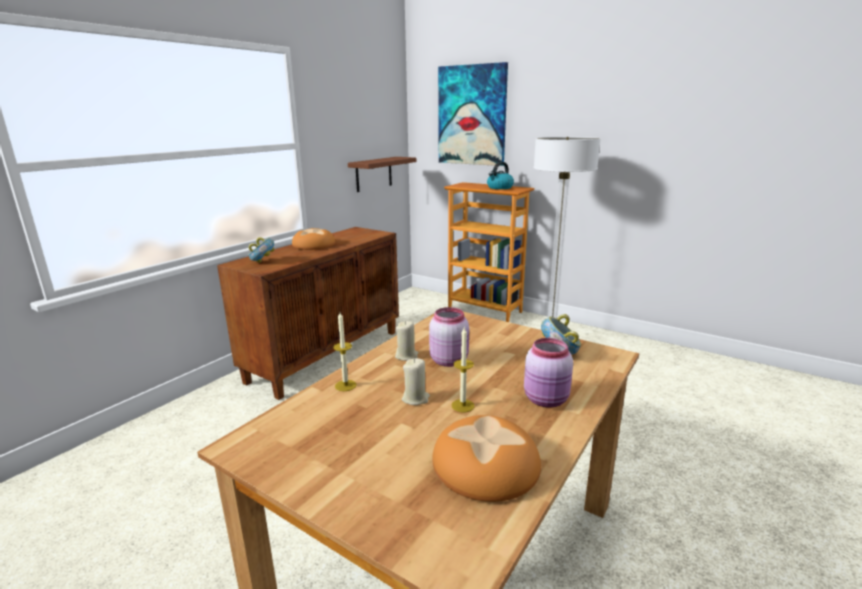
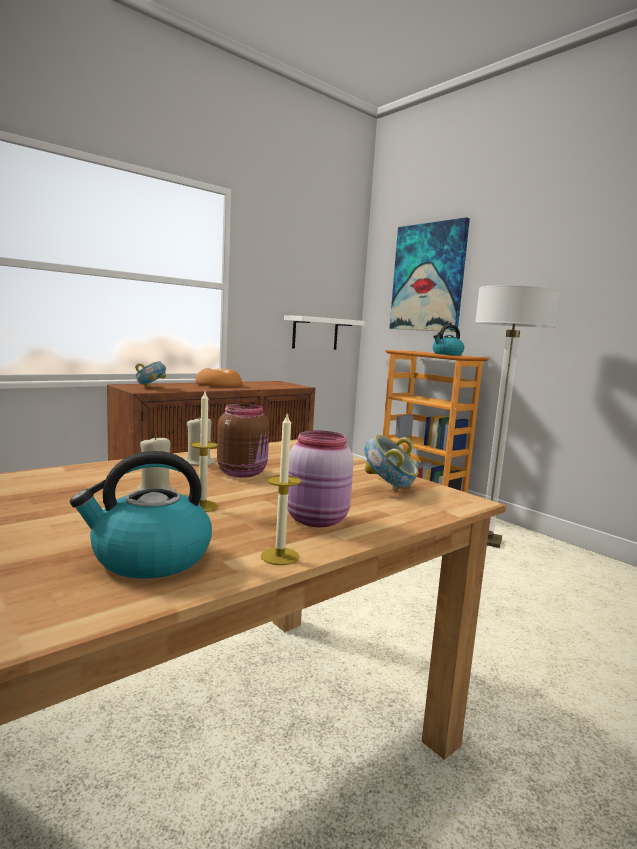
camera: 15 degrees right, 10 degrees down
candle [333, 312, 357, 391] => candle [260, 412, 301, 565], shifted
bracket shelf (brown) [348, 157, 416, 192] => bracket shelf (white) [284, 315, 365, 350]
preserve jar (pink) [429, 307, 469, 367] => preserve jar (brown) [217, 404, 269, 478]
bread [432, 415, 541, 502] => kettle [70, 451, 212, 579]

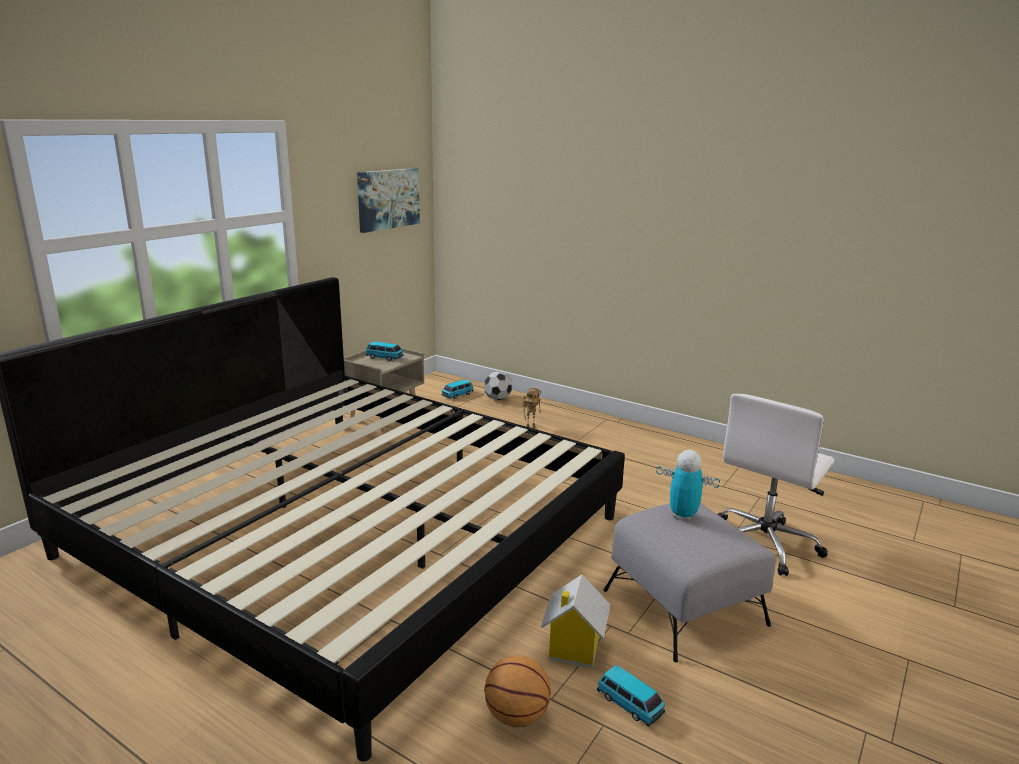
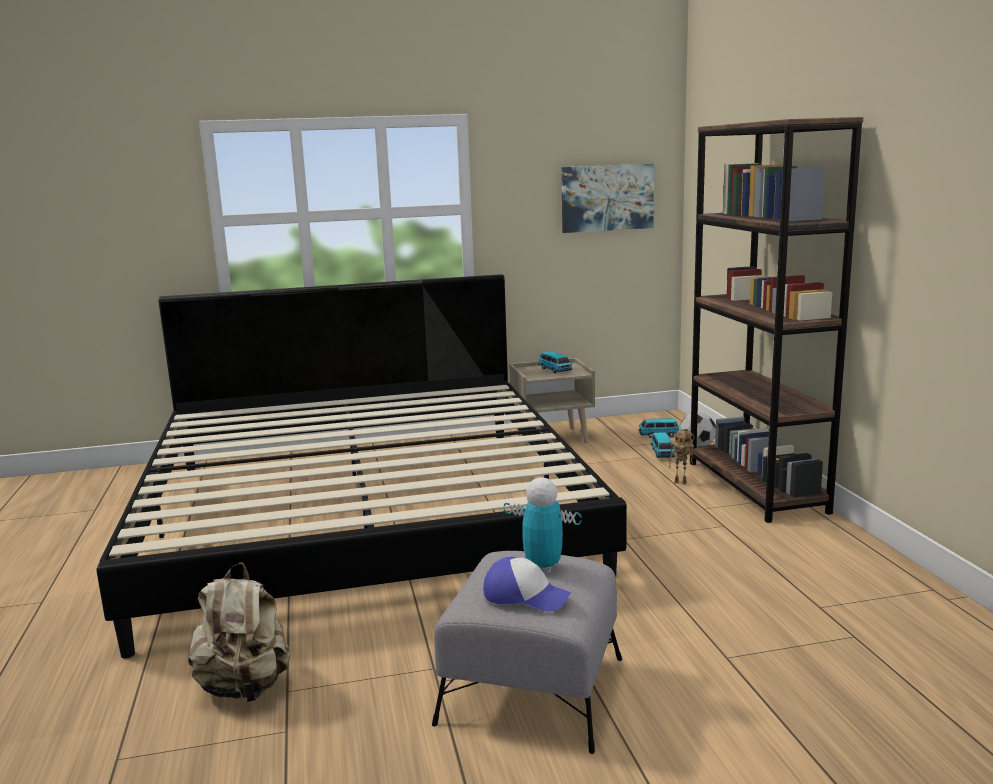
camera: 45 degrees right, 5 degrees down
ball for basketball [484, 655, 551, 727] => backpack (sand-coloured) [188, 562, 290, 702]
toy house [541, 574, 610, 668] => nothing
toy car [597, 665, 665, 727] => toy car [651, 433, 675, 458], shifted
model robot [656, 450, 720, 521] => model robot [504, 477, 582, 573], 45 degrees counterclockwise
desk chair (white) [717, 394, 835, 576] => nothing
nothing => baseball cap [483, 557, 571, 612]
nothing => bookshelf (brown) [690, 117, 863, 523]

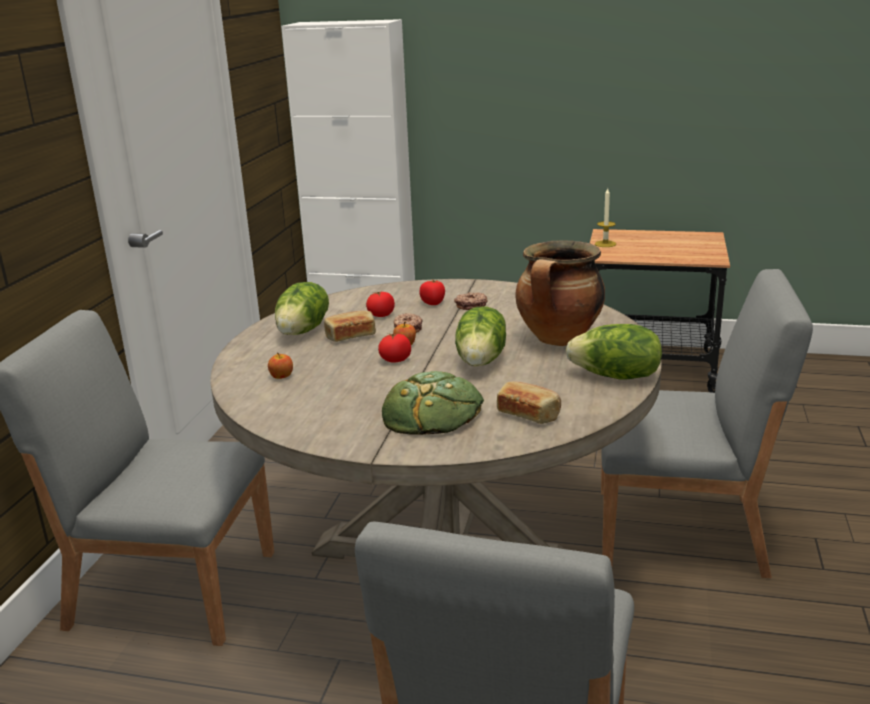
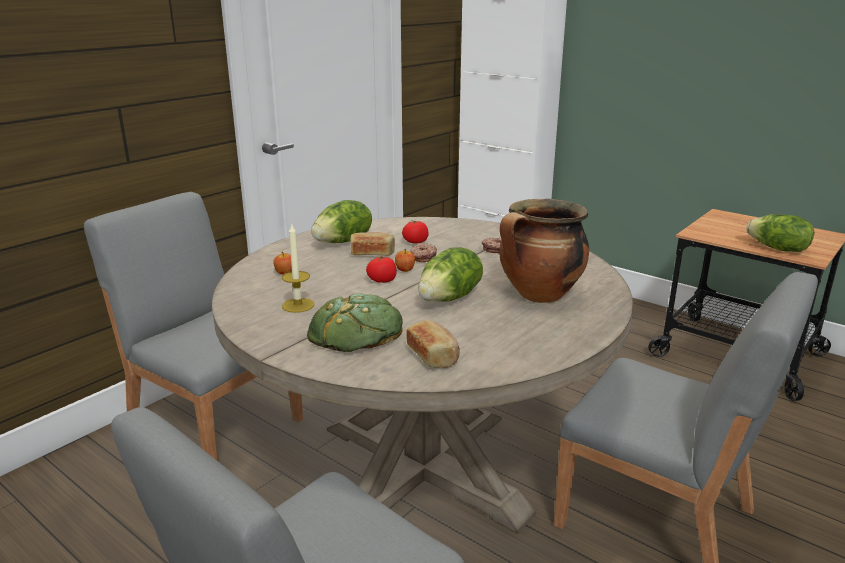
camera: 25 degrees right, 0 degrees up
fresh tomato [420, 279, 445, 305] => nothing
head of lettuce [566, 324, 662, 379] => head of lettuce [746, 214, 814, 252], shifted
candle [595, 188, 616, 247] => candle [282, 224, 314, 313], shifted

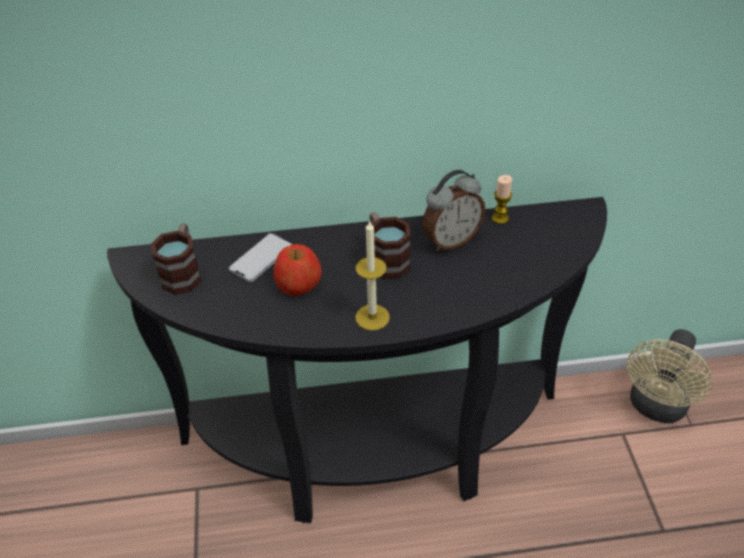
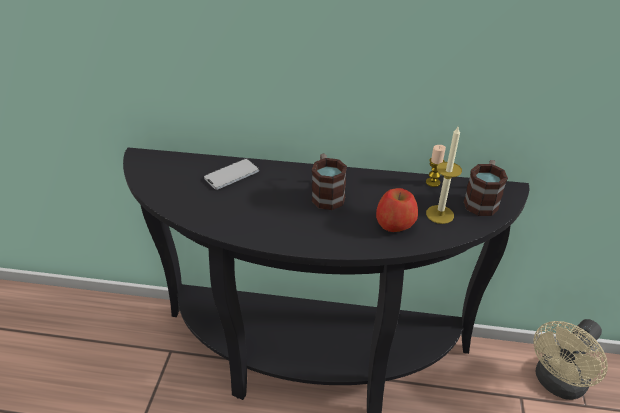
camera: 15 degrees right, 5 degrees down
coffee mug [151, 223, 202, 295] => coffee mug [464, 160, 508, 216], shifted
apple [274, 244, 322, 296] => apple [376, 188, 418, 232], shifted
candle [355, 220, 390, 331] => candle [426, 127, 462, 224], shifted
bedside clock [422, 170, 486, 252] => nothing

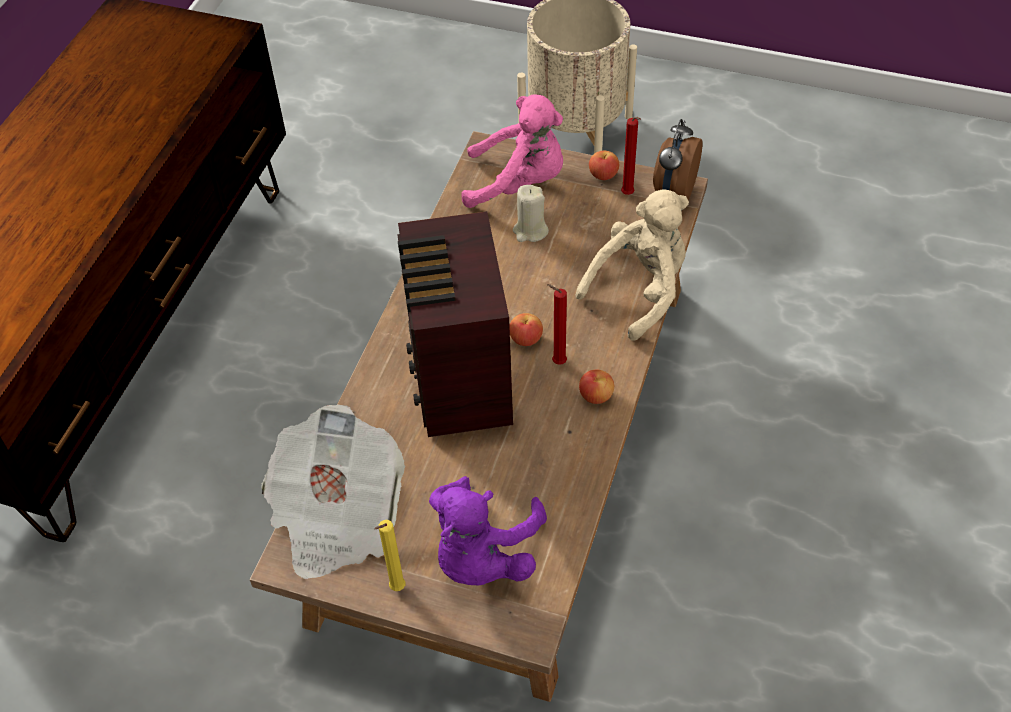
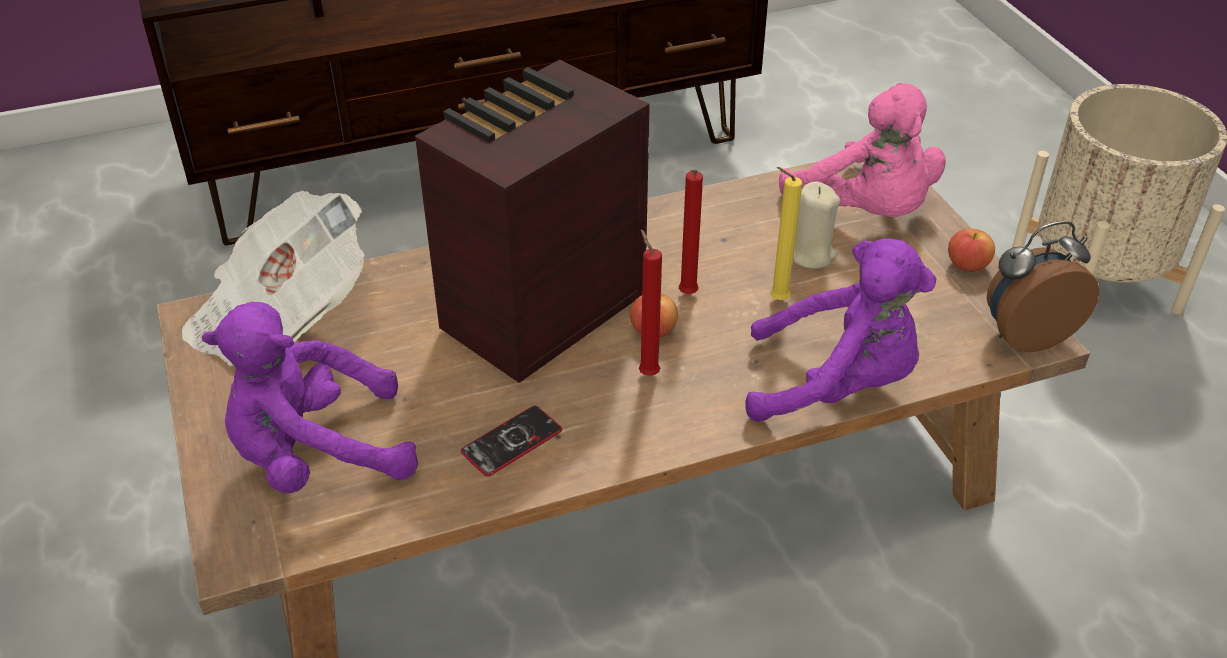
camera: 50 degrees right, 10 degrees down
candle (yellow-coloured) [374, 520, 405, 591] => candle (yellow-coloured) [770, 167, 802, 300], shifted
soft toy (sand-coloured) [575, 189, 689, 341] => soft toy (purple) [745, 238, 936, 422]
apple [579, 369, 614, 404] => nothing
candle (reddish) [621, 117, 641, 195] => candle (reddish) [679, 170, 703, 294], shifted
nothing => handset [461, 406, 562, 476]

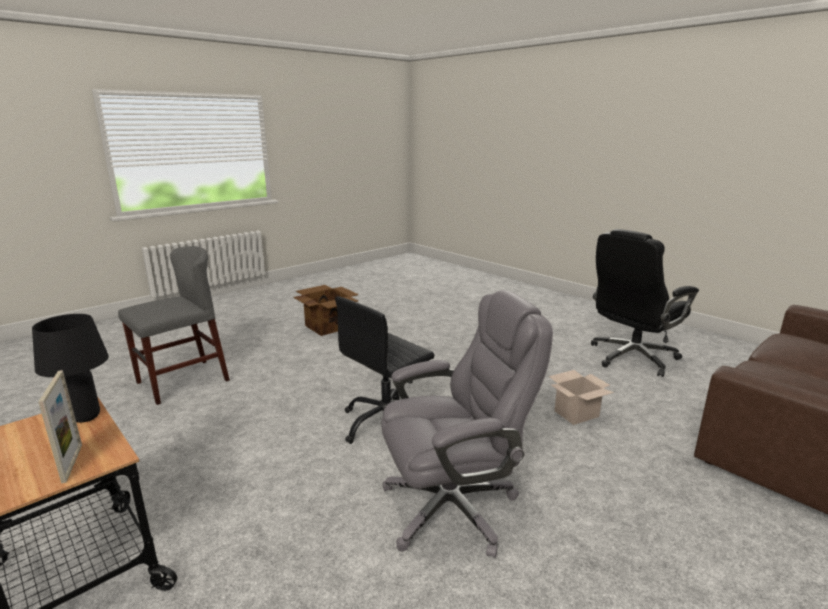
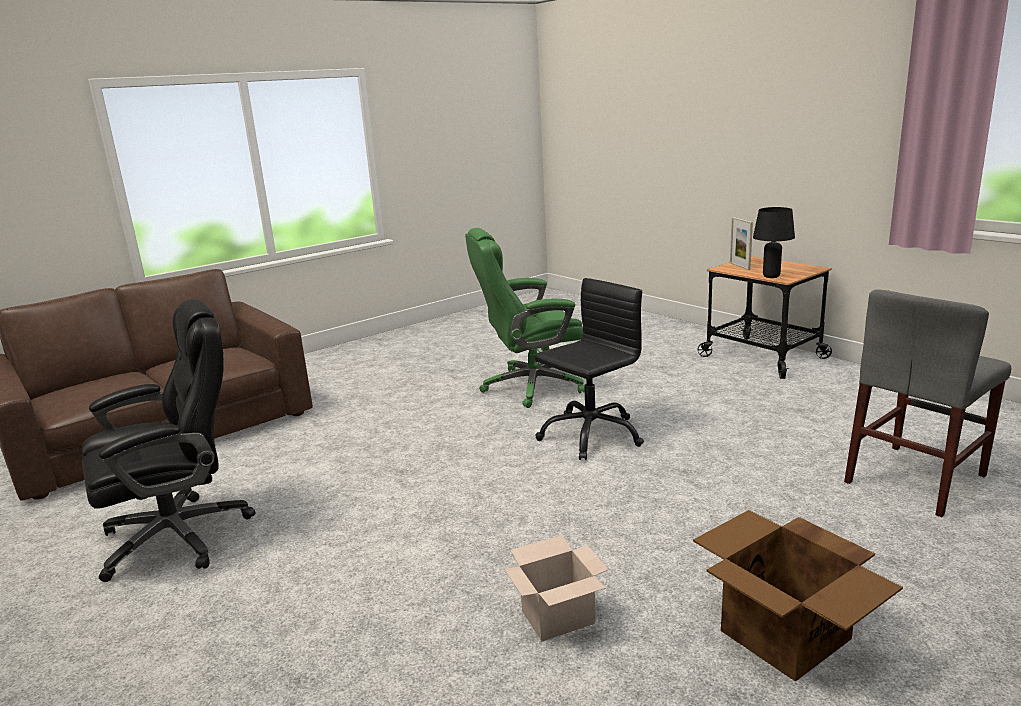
camera: 175 degrees left, 0 degrees up
desk chair (greyish) [382, 290, 553, 558] => desk chair (greenish) [465, 228, 585, 408]
cardboard box [549, 370, 614, 425] => cardboard box [504, 535, 609, 641], shifted

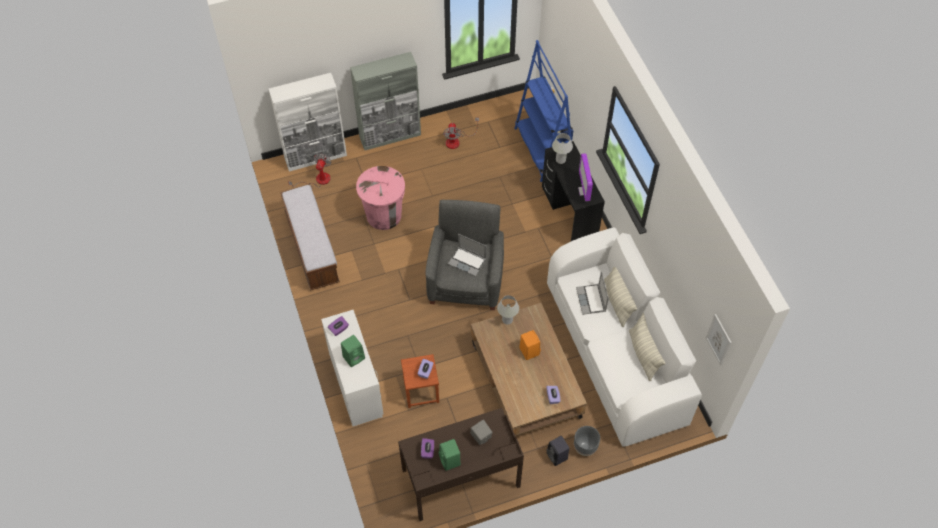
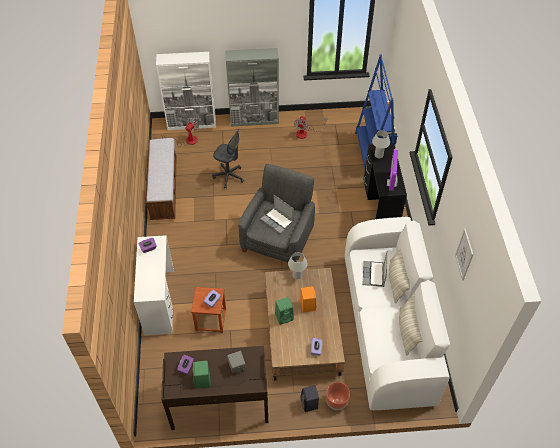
camera: 15 degrees right, 5 degrees down
loudspeaker (greenish) [341, 335, 365, 367] => loudspeaker (greenish) [275, 297, 294, 325], shifted
trash can (pink) [356, 166, 405, 230] => desk chair (greyish) [212, 129, 244, 189]
flower pot (greyish) [574, 426, 600, 456] => flower pot (brown) [326, 382, 350, 410]
picture [706, 314, 731, 366] => picture [455, 228, 473, 280], shifted

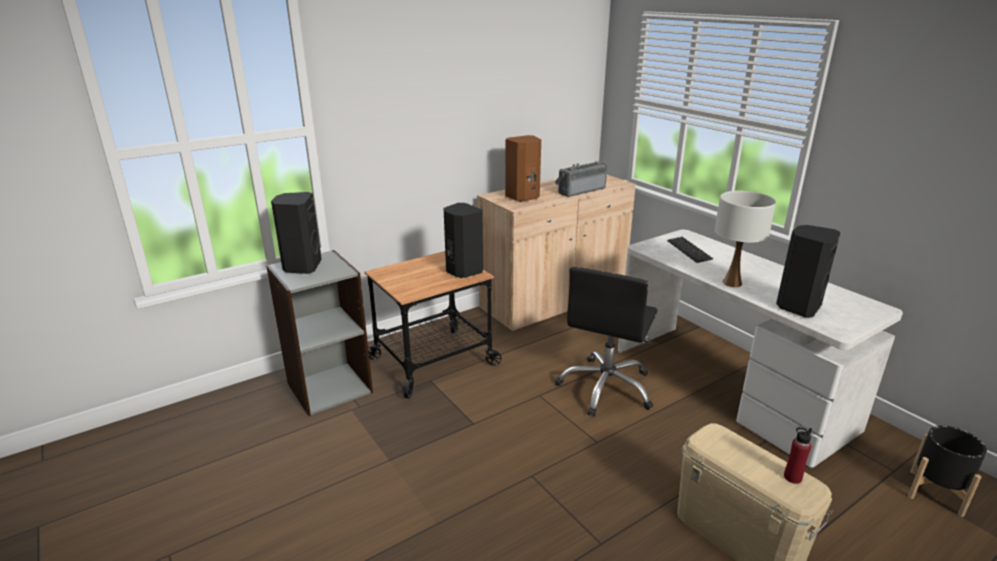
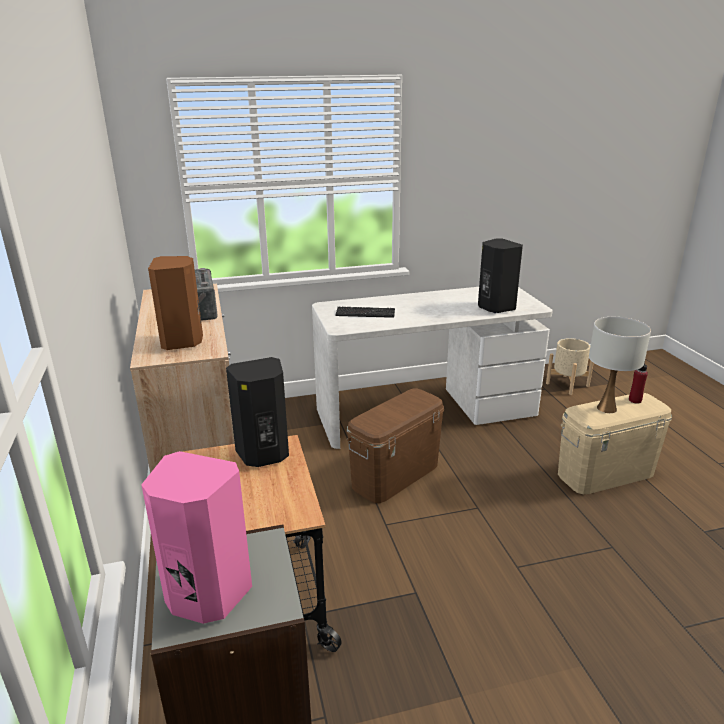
camera: 70 degrees left, 0 degrees up
loudspeaker (black) [271, 192, 322, 274] => loudspeaker (pink) [141, 451, 252, 624]
desk chair (black) [555, 267, 658, 417] => storage container (brown) [347, 389, 444, 503]
tabletop lamp (white) [715, 191, 776, 287] => tabletop lamp (white) [589, 317, 651, 413], shifted
flower pot (black) [908, 425, 987, 517] => flower pot (sand-coloured) [546, 338, 594, 395]

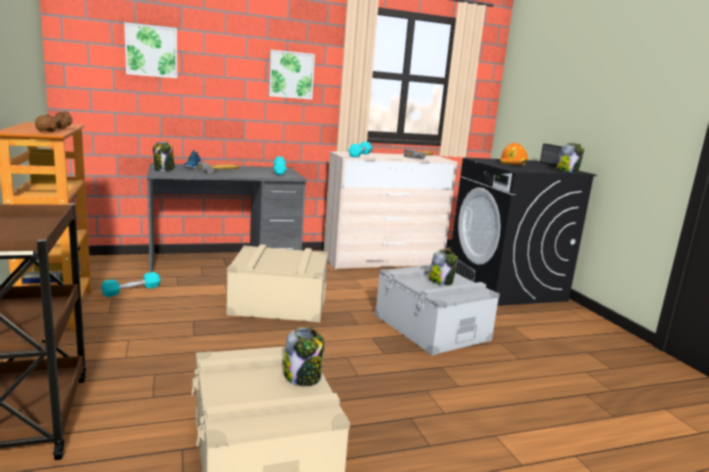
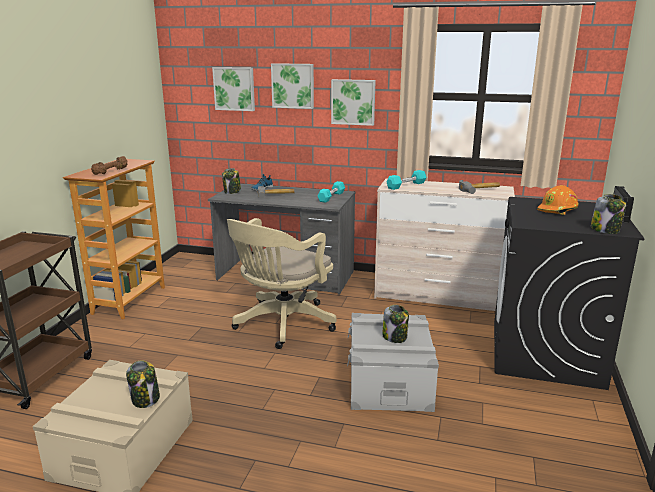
camera: 35 degrees right, 5 degrees up
free weight (turquoise) [101, 272, 160, 297] => nothing
storage container (sand-coloured) [227, 244, 328, 322] => desk chair (sand-coloured) [227, 218, 337, 349]
nothing => picture [271, 63, 314, 109]

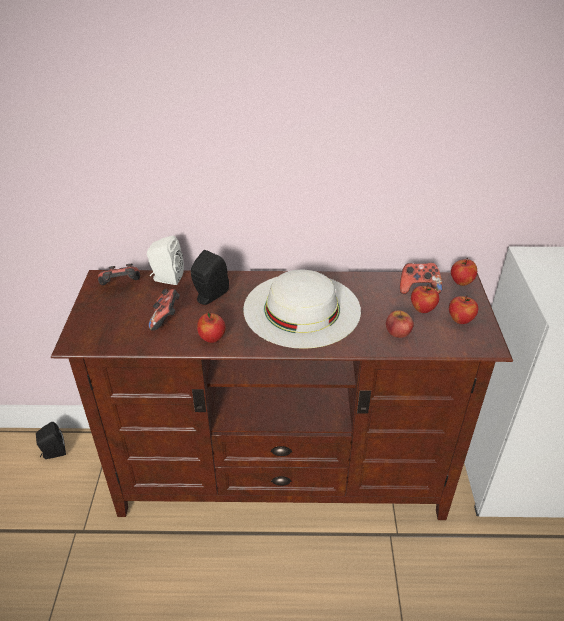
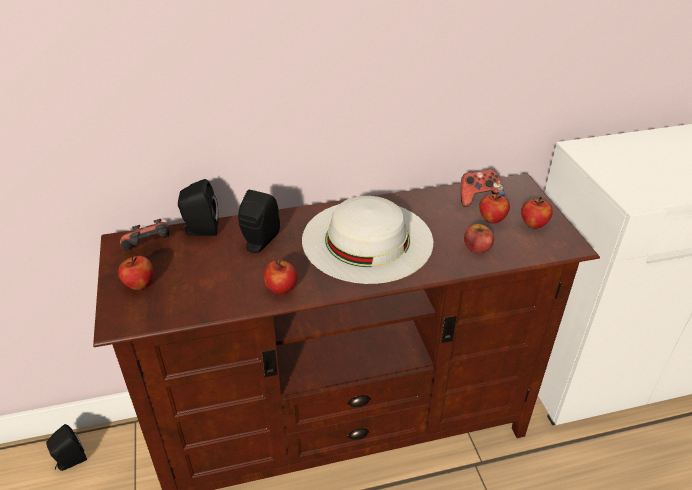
camera: 15 degrees left, 0 degrees up
loudspeaker (white) [147, 236, 184, 285] => loudspeaker (black) [178, 179, 218, 236]
gamepad [148, 288, 180, 331] => nothing
apple [451, 258, 477, 286] => apple [118, 255, 153, 290], shifted

